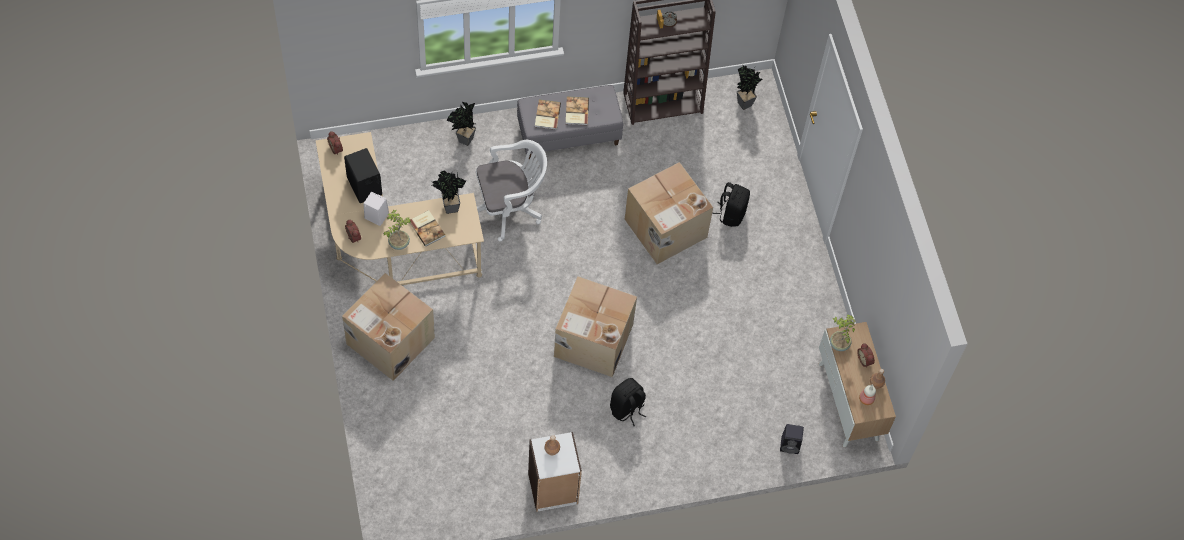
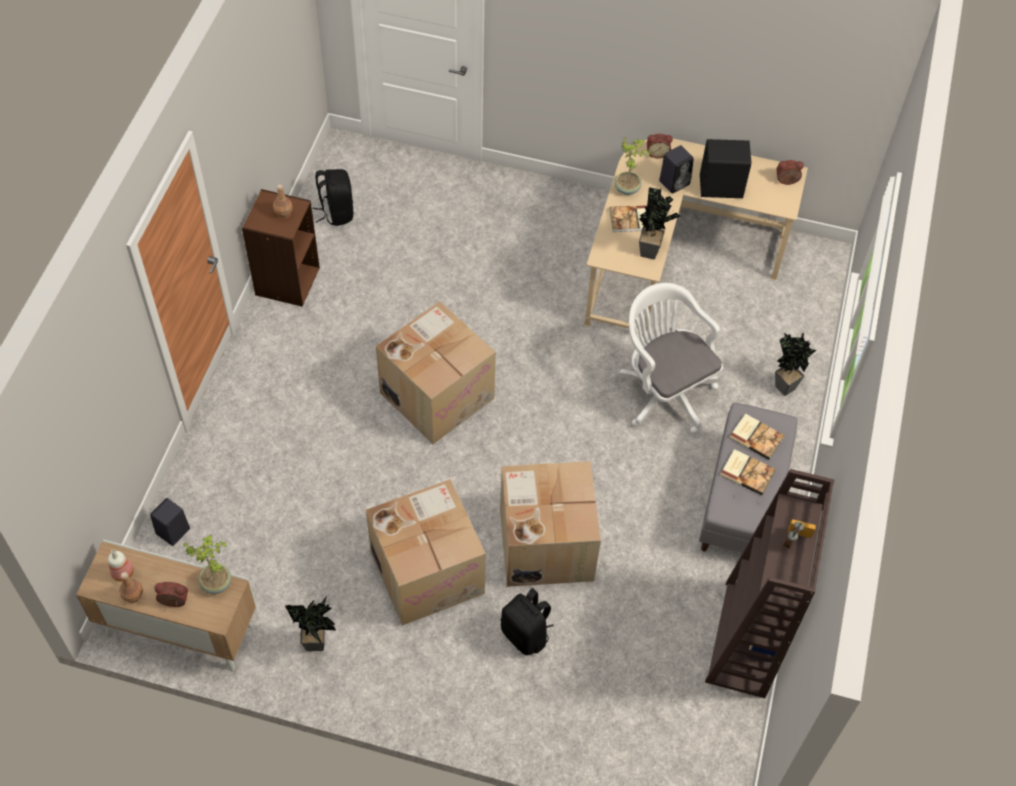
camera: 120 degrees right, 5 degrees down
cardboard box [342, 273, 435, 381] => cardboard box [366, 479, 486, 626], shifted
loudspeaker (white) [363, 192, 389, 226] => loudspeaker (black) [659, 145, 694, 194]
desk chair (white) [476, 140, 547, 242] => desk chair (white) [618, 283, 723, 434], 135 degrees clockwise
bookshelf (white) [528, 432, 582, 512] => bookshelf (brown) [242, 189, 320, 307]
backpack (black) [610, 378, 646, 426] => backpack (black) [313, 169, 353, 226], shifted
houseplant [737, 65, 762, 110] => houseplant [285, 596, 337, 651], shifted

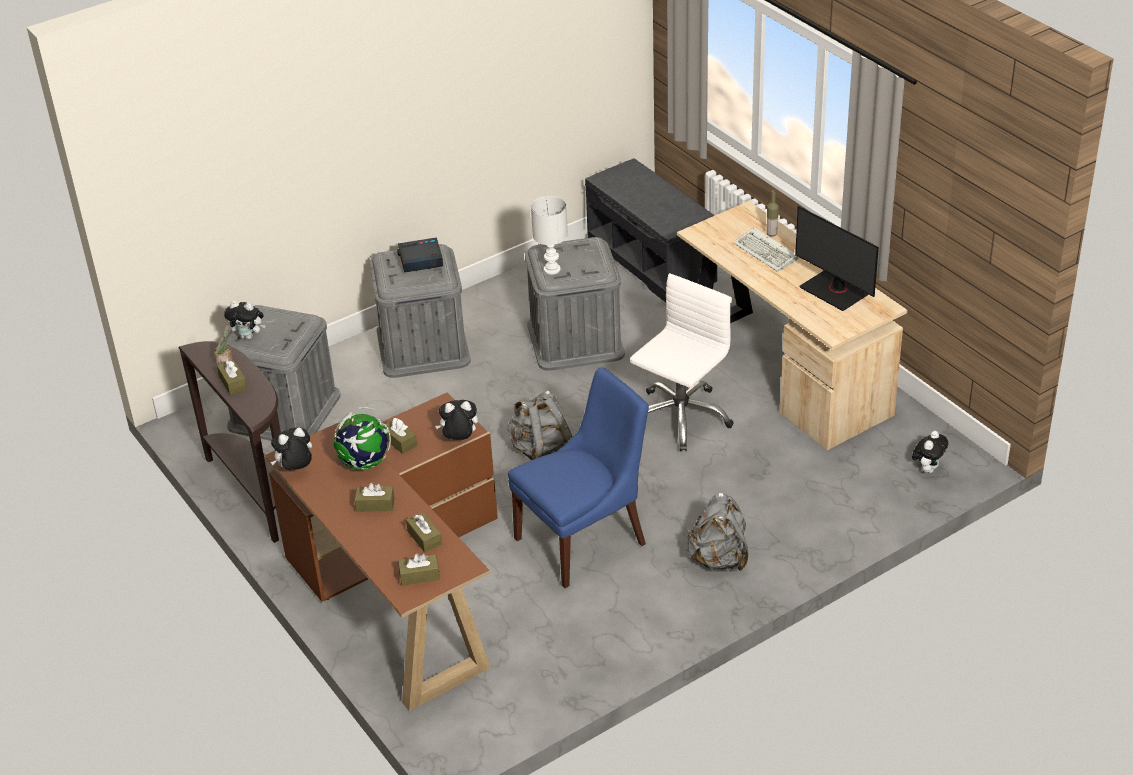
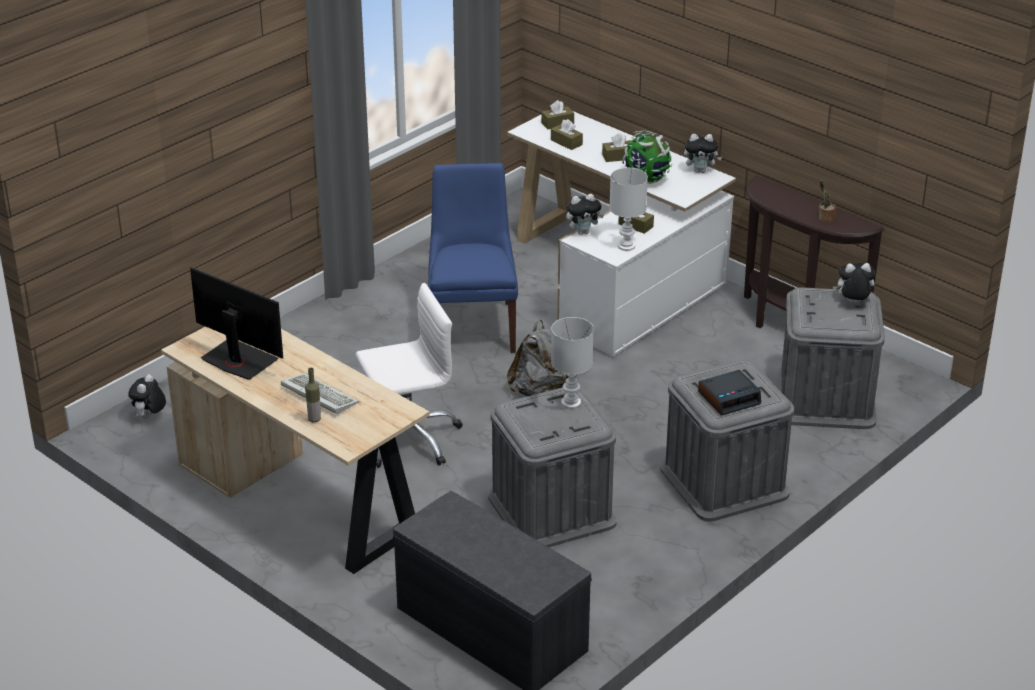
camera: 165 degrees right, 5 degrees down
box of tissues (brown) [217, 359, 247, 395] => nothing
desk unit (brown) [265, 393, 498, 711] => desk unit (white) [507, 109, 736, 357]
soft toy [271, 428, 312, 470] => soft toy [684, 134, 722, 173], 45 degrees clockwise
upright chair (bluish) [508, 367, 649, 588] => upright chair (bluish) [428, 163, 518, 353], 135 degrees clockwise
desk chair (white) [630, 273, 734, 451] => desk chair (white) [356, 283, 463, 468], 135 degrees counterclockwise
backpack (greyish) [687, 493, 748, 571] => nothing
nothing => tabletop lamp (white) [609, 168, 648, 251]

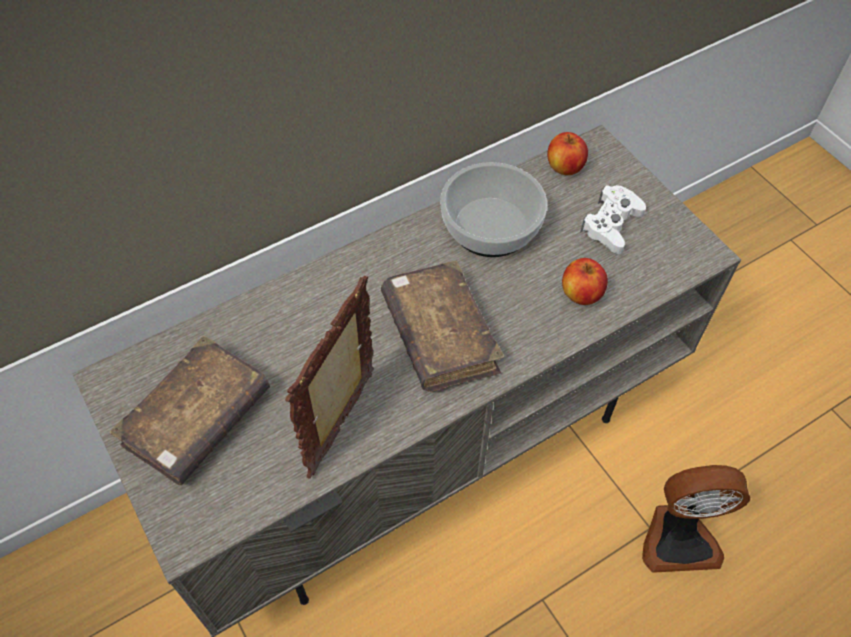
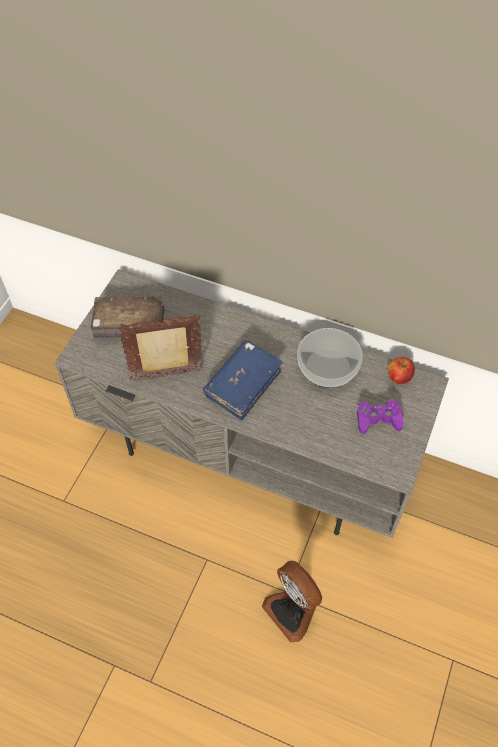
camera: 55 degrees right, 0 degrees up
volume (brown) [381, 261, 504, 392] => volume (bluish) [203, 341, 283, 420]
apple [562, 258, 608, 305] => nothing
gamepad (white) [580, 185, 646, 254] => gamepad (purple) [357, 399, 404, 434]

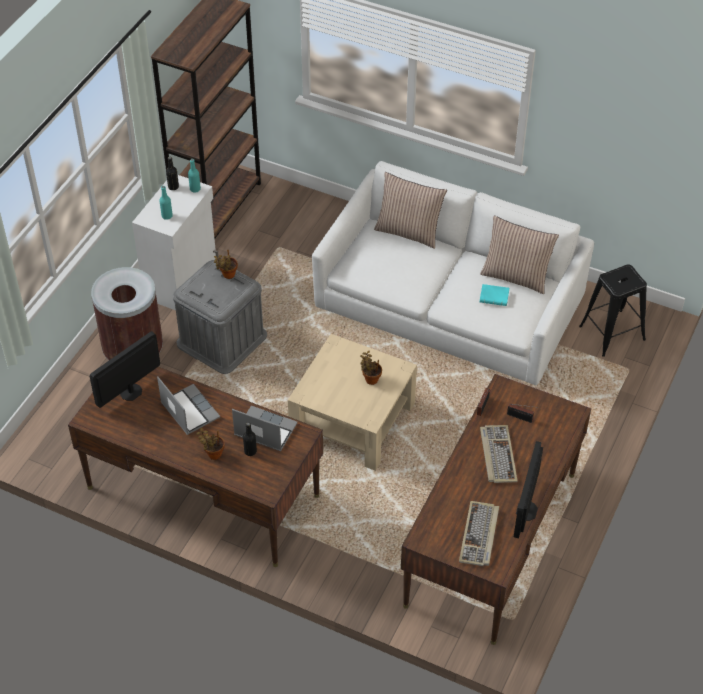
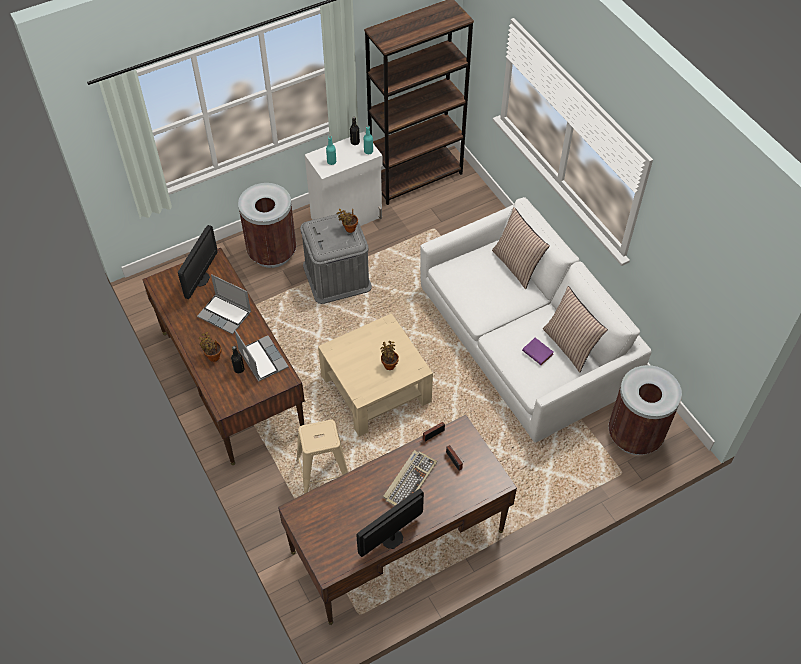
camera: 35 degrees right, 5 degrees up
monitor [90, 331, 160, 408] => monitor [178, 225, 218, 299], 120 degrees clockwise
laptop [157, 376, 220, 435] => laptop [197, 274, 251, 334], 120 degrees clockwise
PC keyboard [459, 501, 499, 566] => nothing
volume (turquoise) [480, 284, 509, 306] => volume (purple) [522, 338, 554, 365]
sitting stool (black) [579, 264, 647, 357] => trash can (brown) [608, 365, 682, 455]
nothing => sitting stool (sand-coloured) [296, 419, 348, 494]

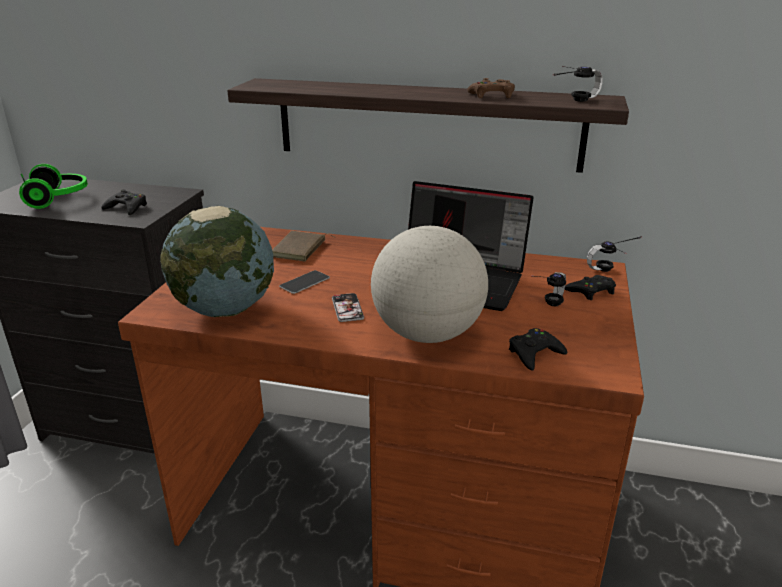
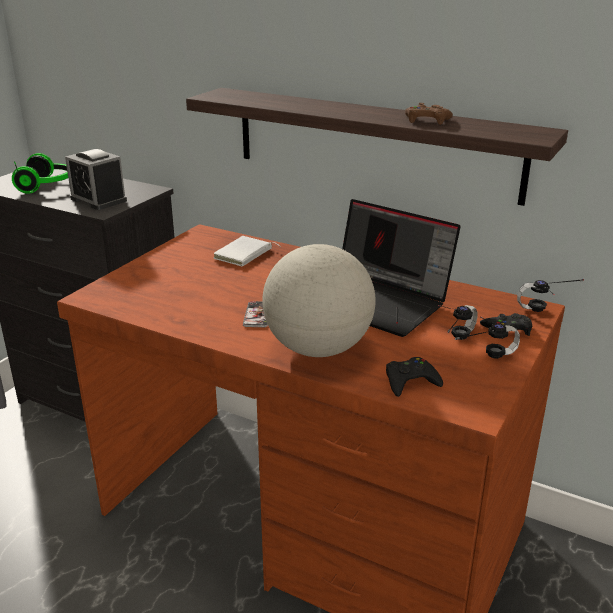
camera: 15 degrees right, 0 degrees up
gamepad (black) [101, 190, 147, 215] => bedside clock [65, 149, 127, 210]
world globe [160, 206, 274, 317] => nothing
volume (brown) [272, 231, 336, 262] => volume (white) [214, 236, 281, 267]
handset [279, 270, 330, 294] => nothing
headset [553, 66, 603, 102] => headset [455, 316, 520, 359], shifted

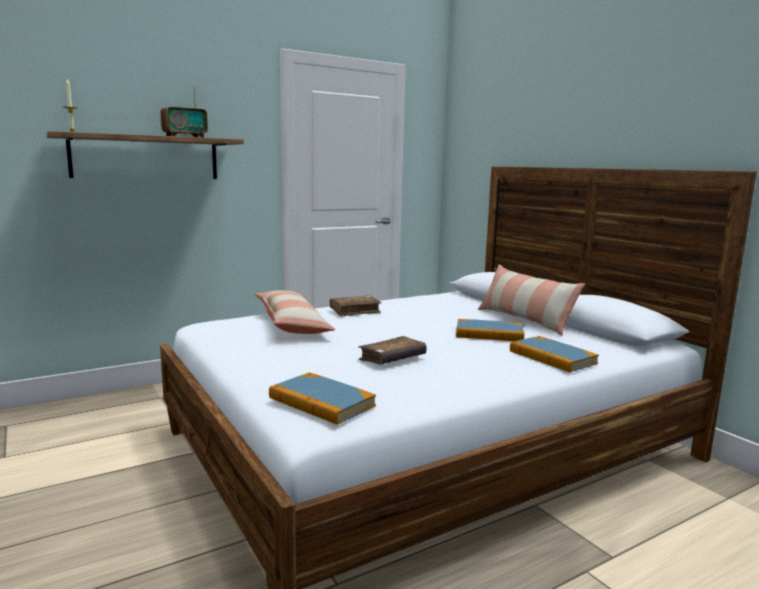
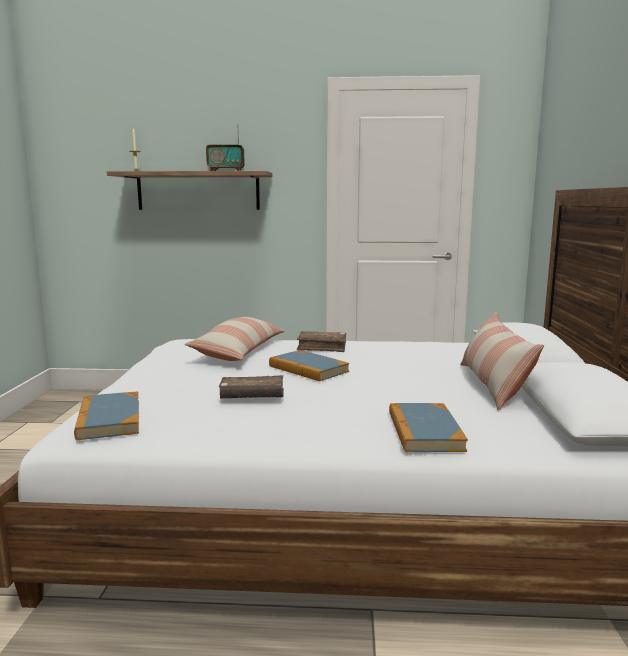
camera: 35 degrees right, 0 degrees up
volume [456, 319, 524, 341] => volume [269, 350, 349, 381], shifted

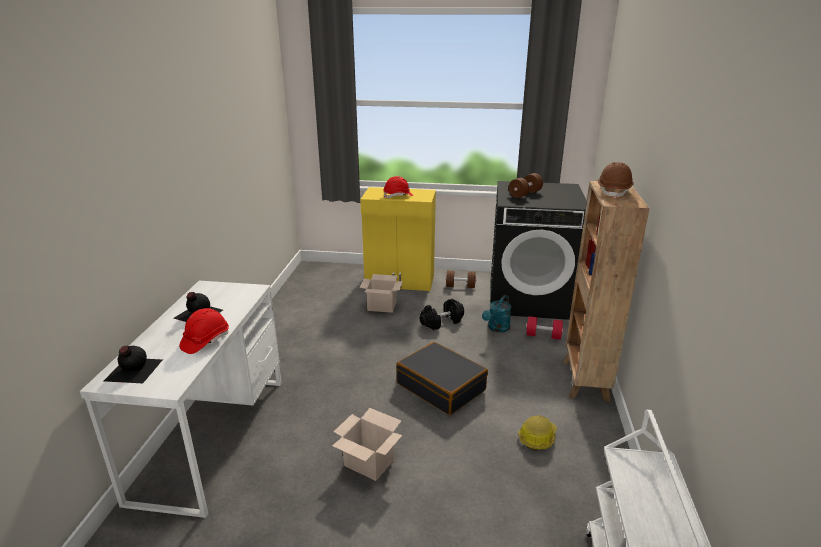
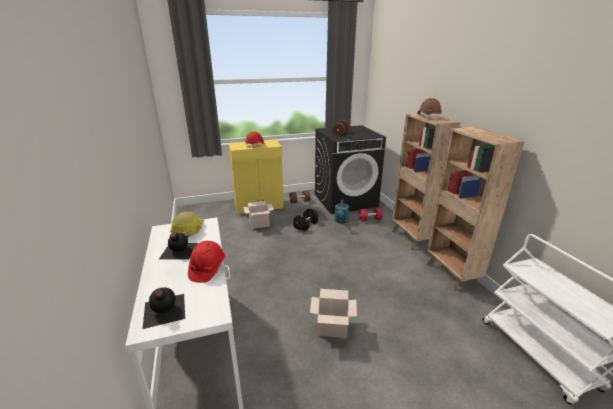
camera: 25 degrees left, 0 degrees up
travel case (black) [396, 342, 488, 415] => nothing
work helmet [518, 415, 557, 450] => work helmet [170, 211, 204, 238], shifted
nothing => bookshelf (brown) [426, 127, 525, 291]

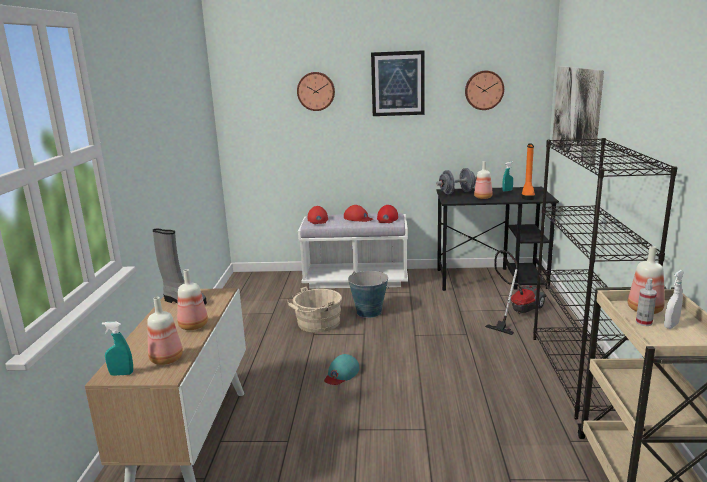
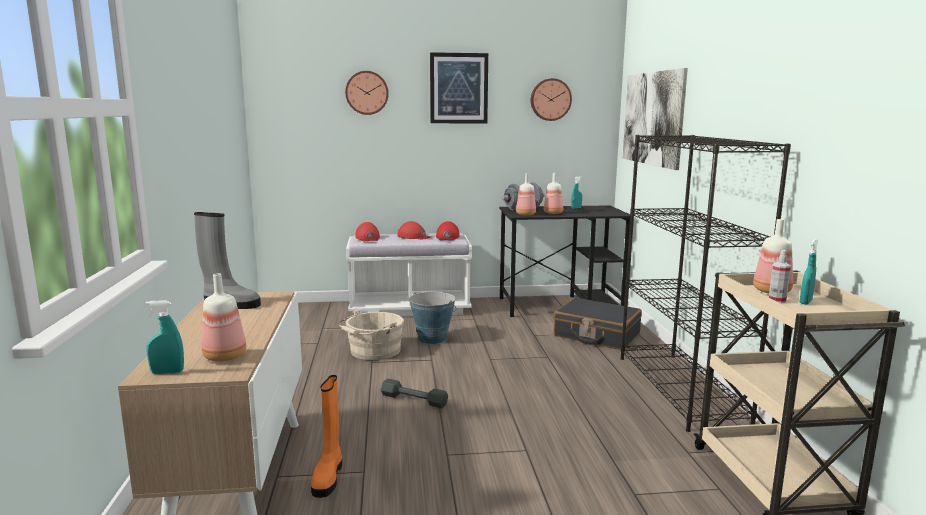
camera: 10 degrees left, 5 degrees down
bottle [177, 269, 208, 330] => bottle [516, 173, 536, 215], shifted
baseball cap (turquoise) [324, 354, 359, 385] => free weight (greyish) [381, 379, 448, 408]
hoover [485, 250, 546, 335] => travel case (black) [554, 298, 642, 350]
high-top boot (orangey) [521, 144, 535, 200] => high-top boot (orangey) [311, 375, 342, 498], shifted
spray bottle (white) [664, 270, 684, 329] => spray bottle (turquoise) [800, 239, 818, 305]

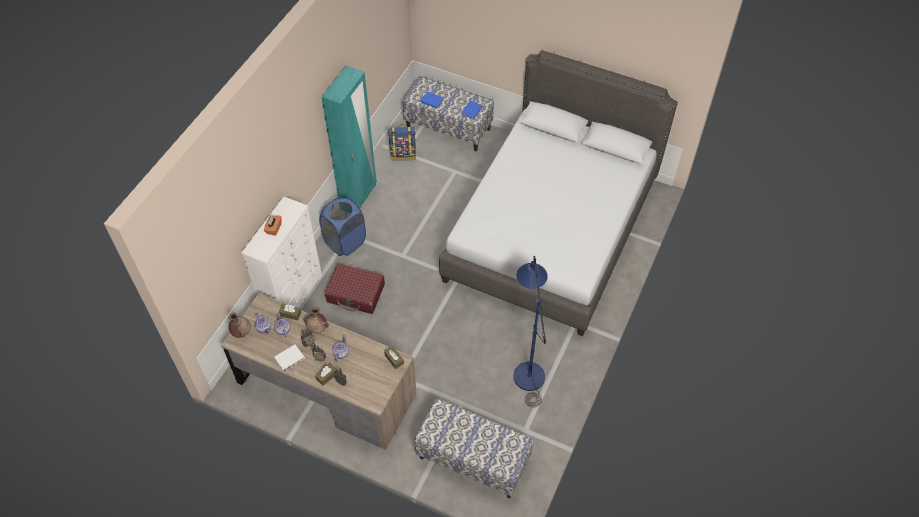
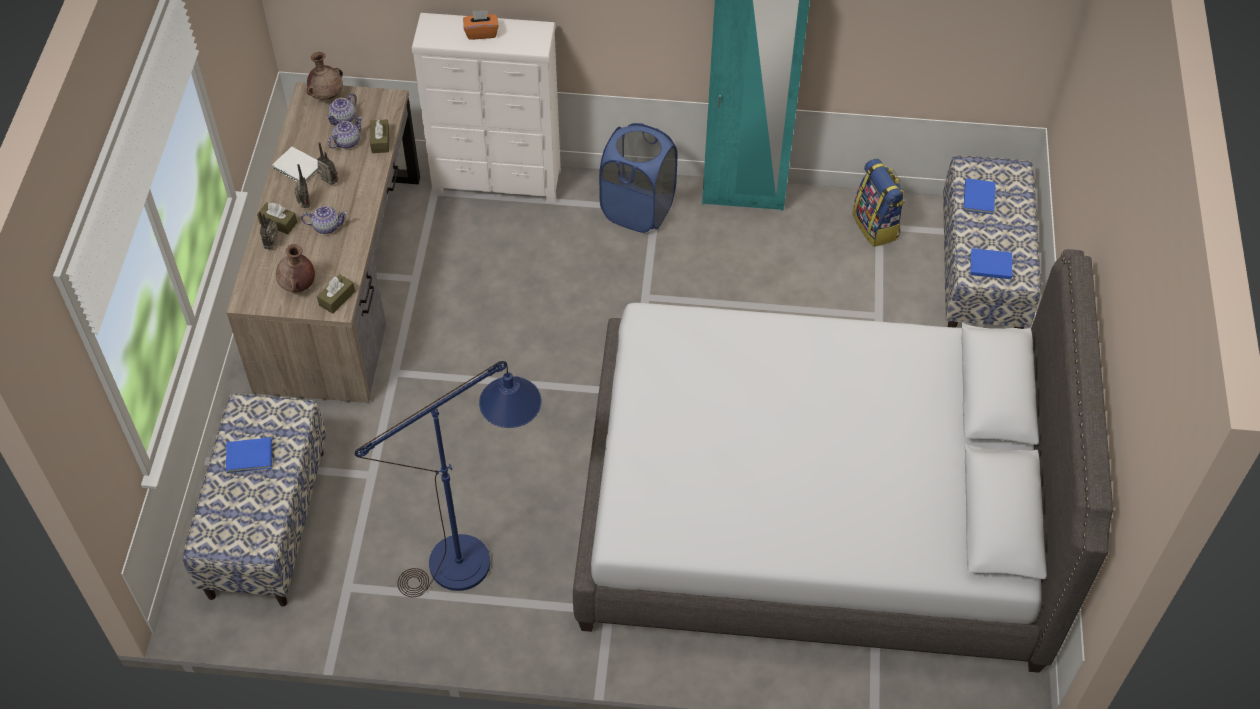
camera: 70 degrees right, 0 degrees up
decorative vase (brown) [303, 307, 329, 334] => decorative vase (brown) [276, 244, 315, 293], shifted
travel case (reddish) [325, 263, 385, 314] => nothing
nothing => volume (bluish) [226, 437, 272, 473]

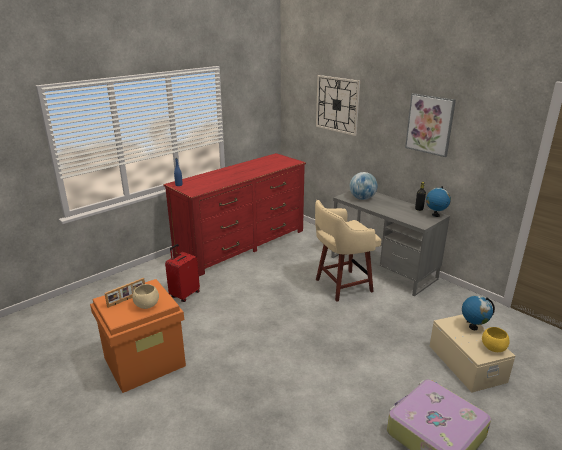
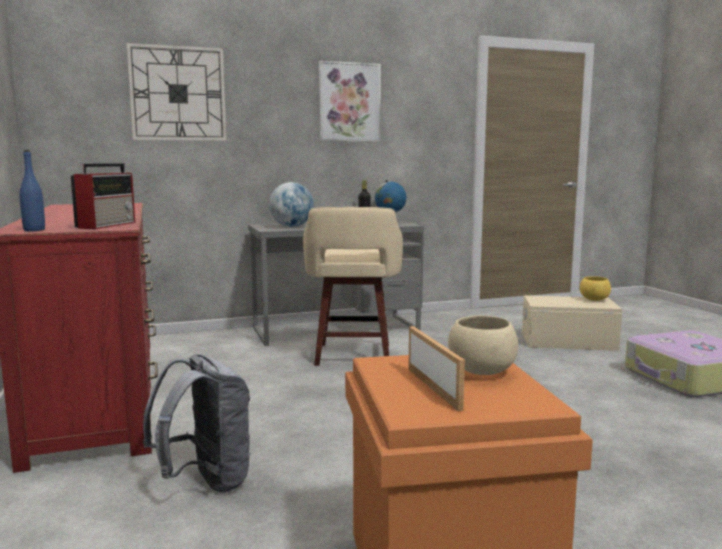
camera: 65 degrees left, 15 degrees down
travel case (reddish) [165, 244, 200, 302] => backpack (greyish) [143, 354, 251, 493]
world globe [462, 296, 495, 330] => nothing
nothing => radio receiver [71, 163, 135, 229]

